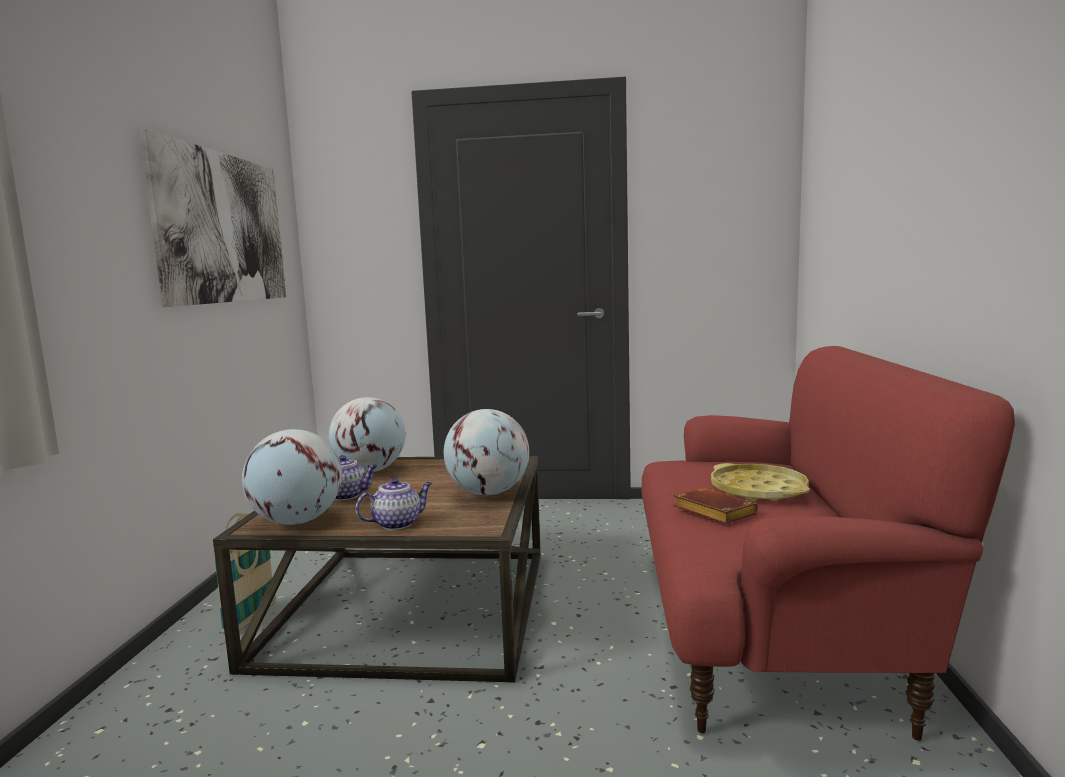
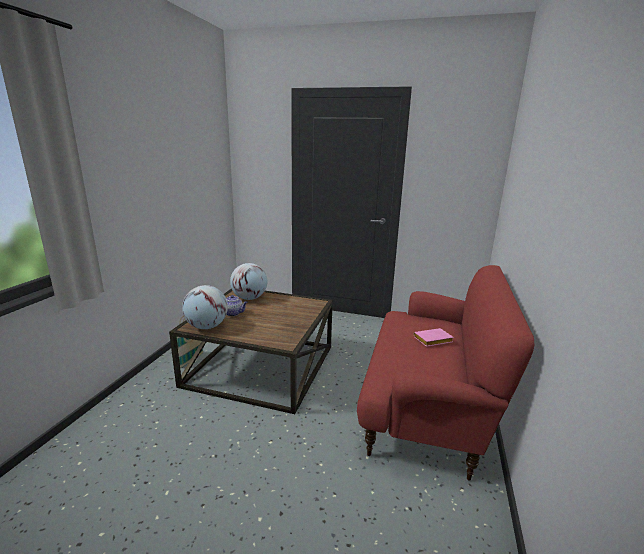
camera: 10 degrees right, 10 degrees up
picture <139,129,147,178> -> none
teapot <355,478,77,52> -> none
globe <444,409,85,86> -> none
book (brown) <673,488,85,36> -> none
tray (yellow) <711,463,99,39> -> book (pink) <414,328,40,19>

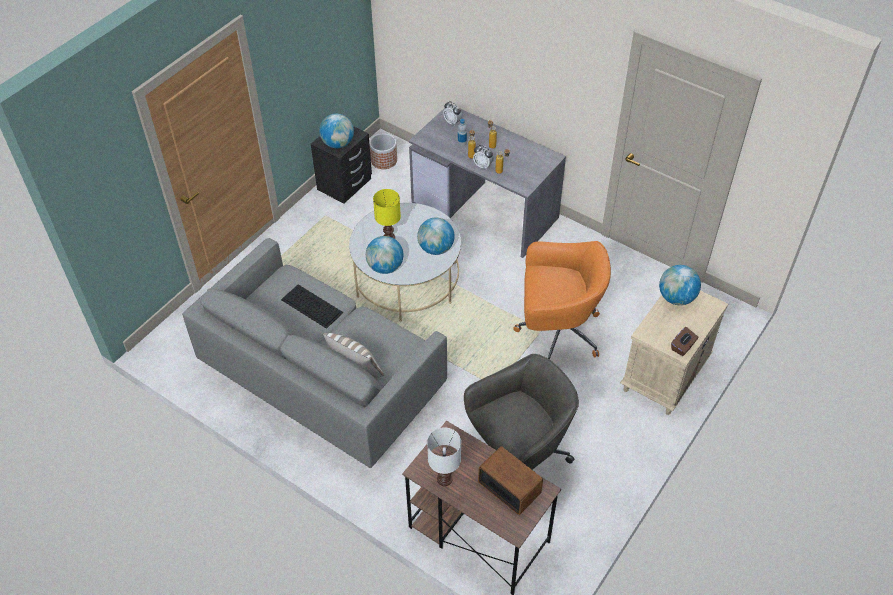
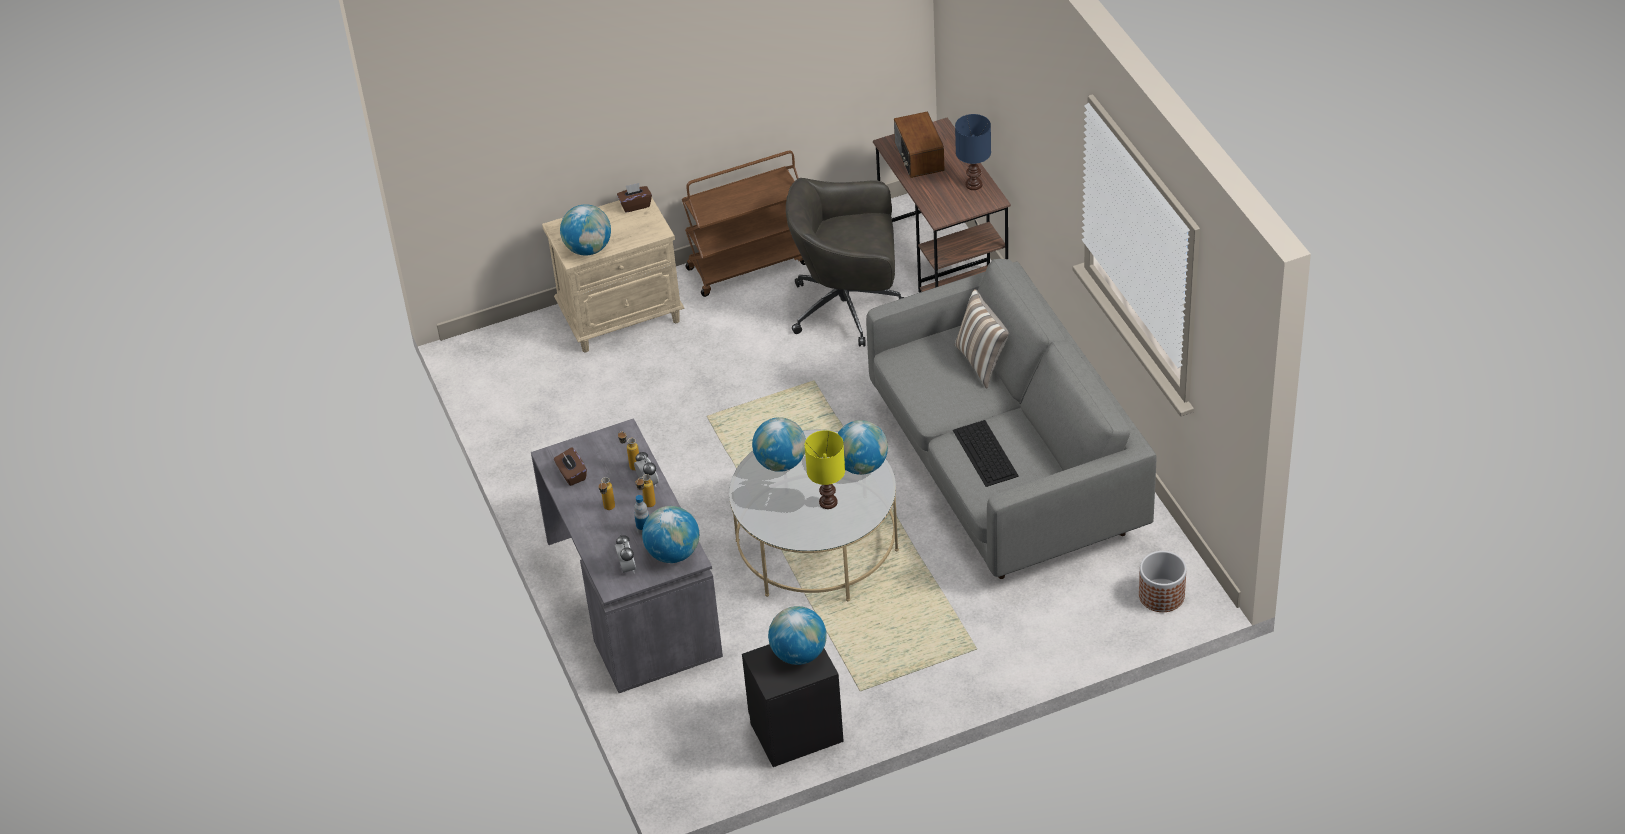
camera: 145 degrees left, 5 degrees down
office chair (orange) <513,241,98,118> -> none
none -> tissue box (brown) <554,447,33,39>
none -> globe <642,506,57,57>
none -> cart (brown) <682,151,124,146>
planter <369,133,28,36> -> planter <1139,551,47,61>, moved
table lamp (white) <427,427,34,59> -> table lamp (blue) <955,114,36,76>

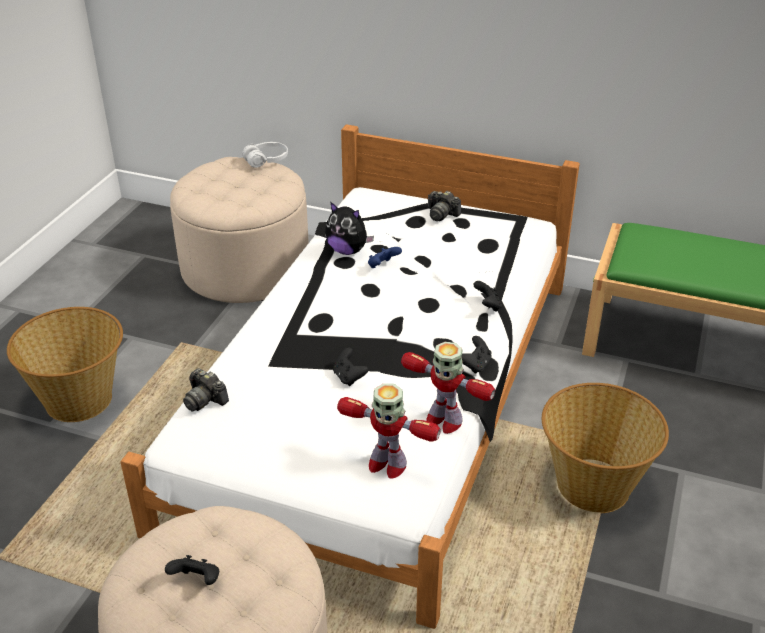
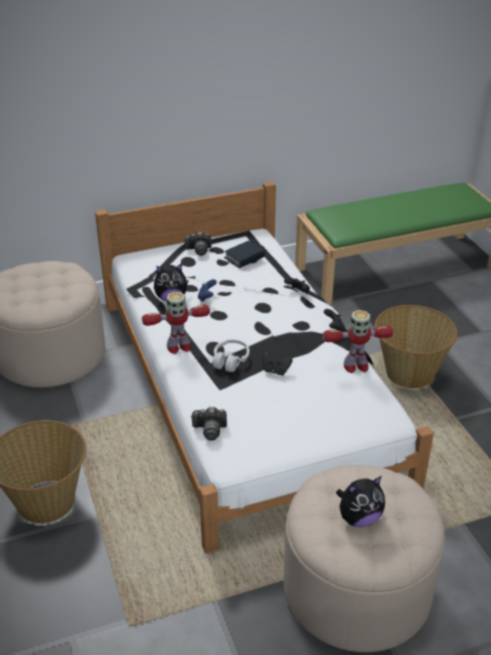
camera: 40 degrees left, 0 degrees up
none -> book <224,241,41,27>
headphones (white) <242,142,46,26> -> headphones (white) <212,339,37,33>, moved
toy robot <337,384,104,95> -> toy robot <142,292,68,62>, moved
game controller (black) <165,555,54,30> -> plush toy <336,476,49,51>

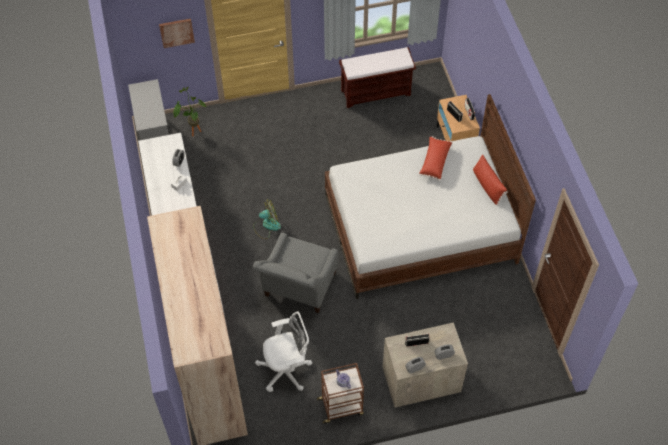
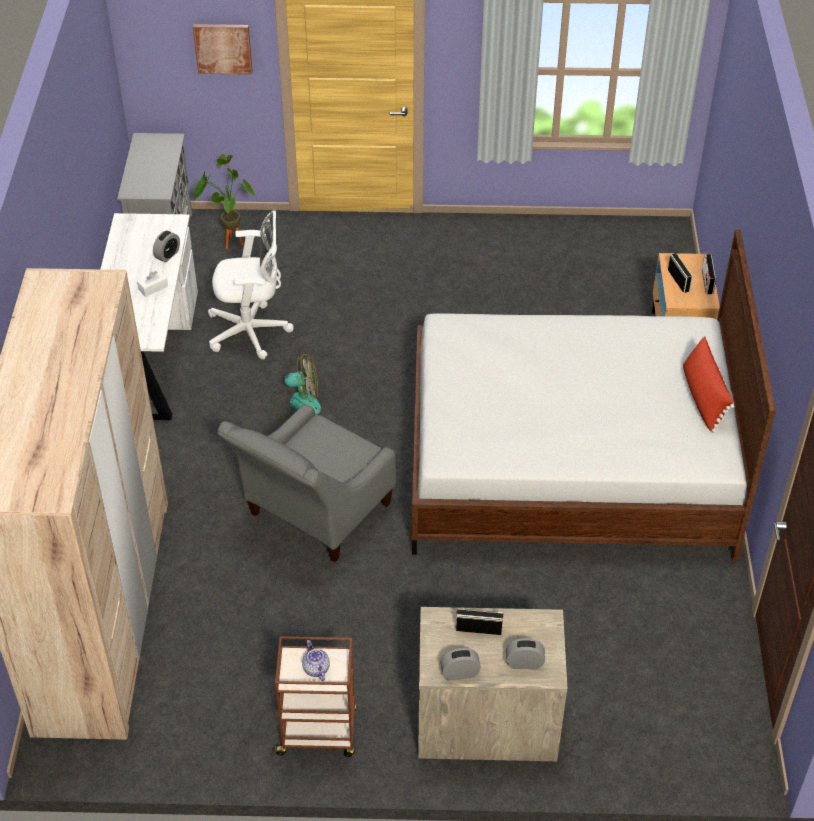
camera: 15 degrees right, 10 degrees down
bench (brown) <339,47,77,61> -> none
pillow (red) <419,136,33,45> -> none
office chair (white) <255,311,57,81> -> office chair (white) <208,210,86,150>, moved

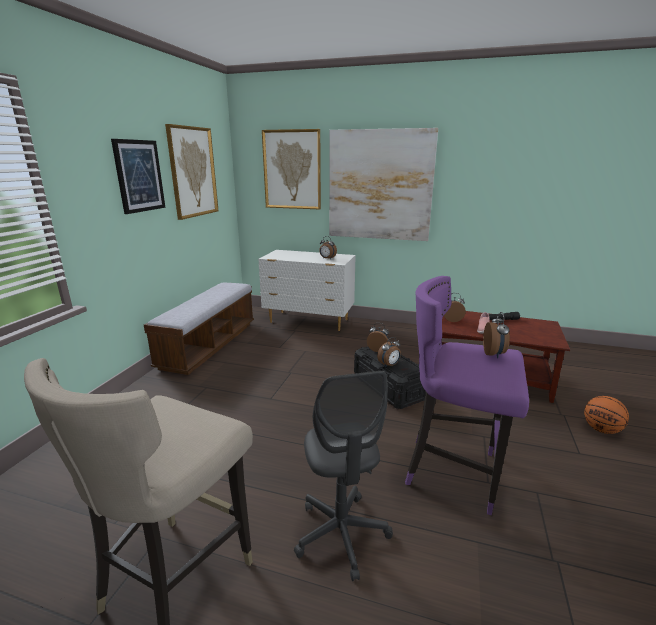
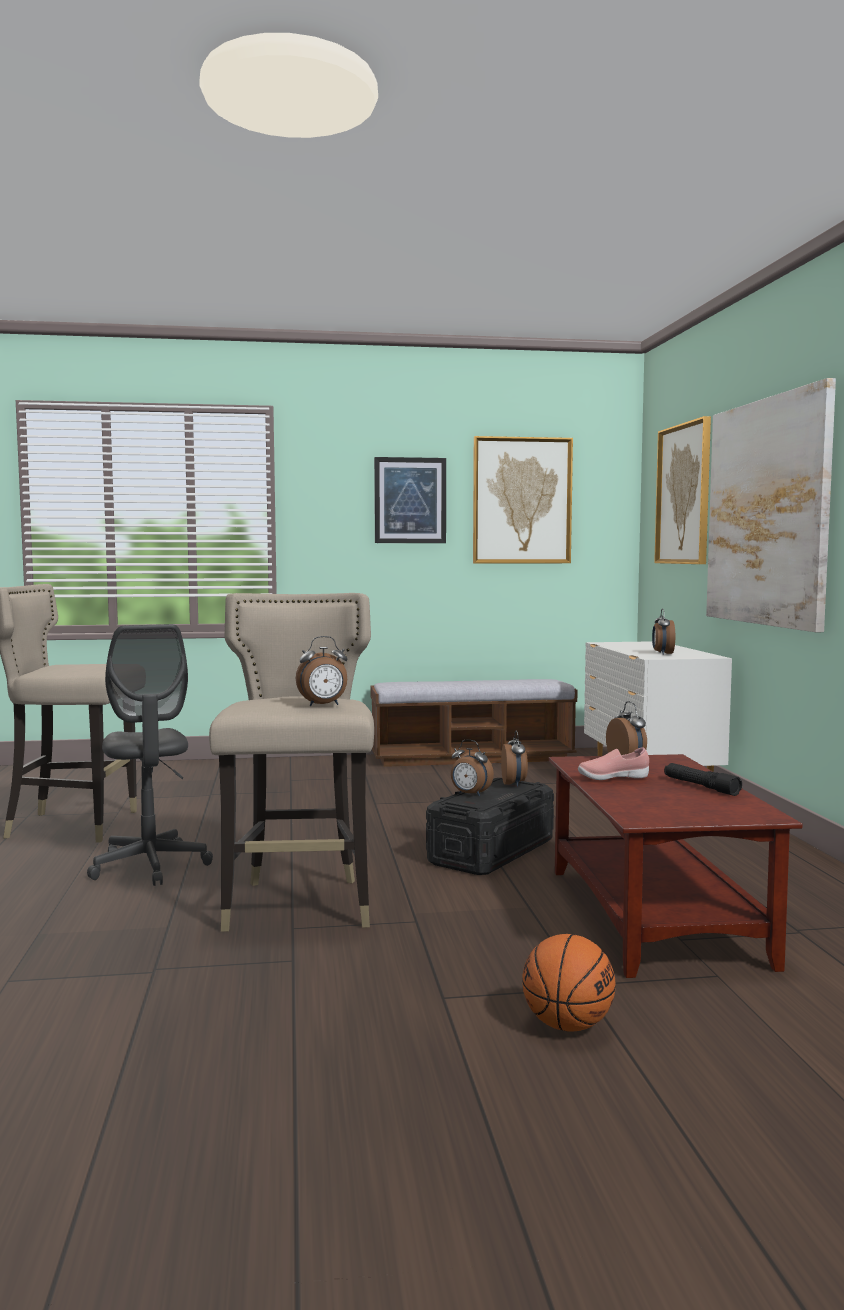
camera: 65 degrees right, 15 degrees down
stool (purple) <405,276,124,239> -> stool (beige) <209,593,165,339>
office chair (grey) <294,371,99,210> -> office chair (grey) <87,624,126,262>, 75 degrees counterclockwise

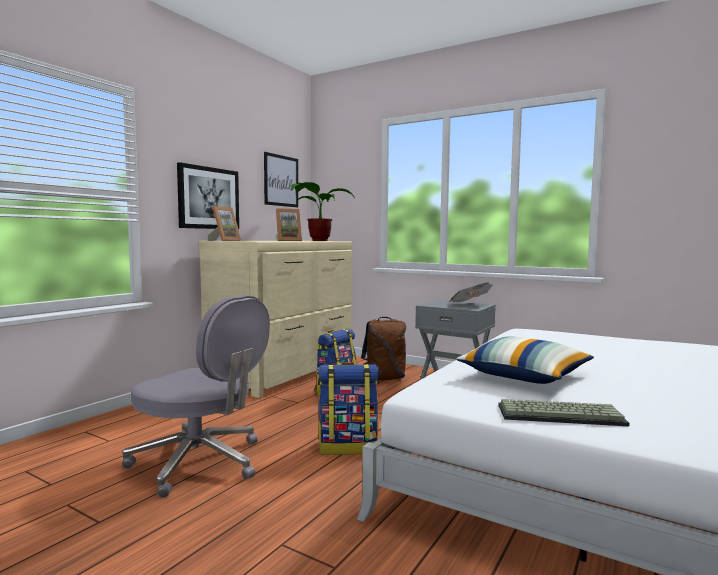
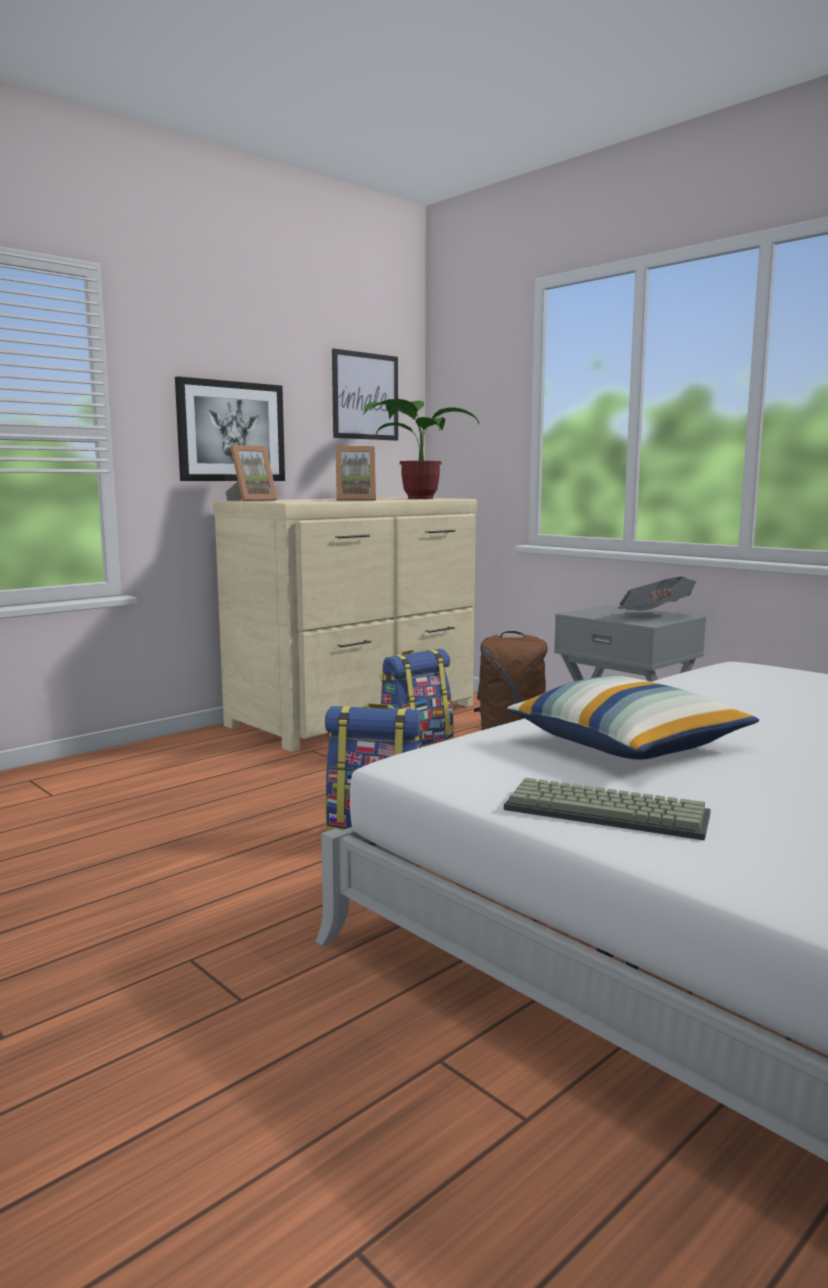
camera: 15 degrees right, 5 degrees up
office chair (grey) <122,295,148,203> -> none

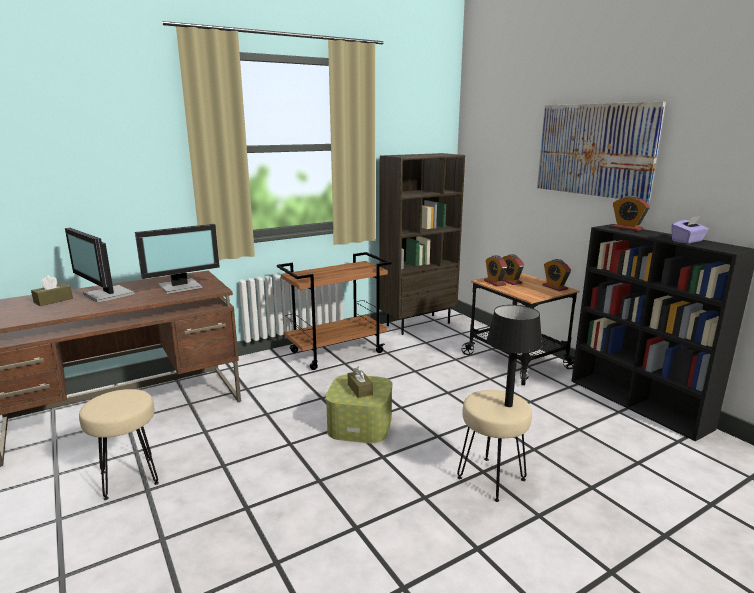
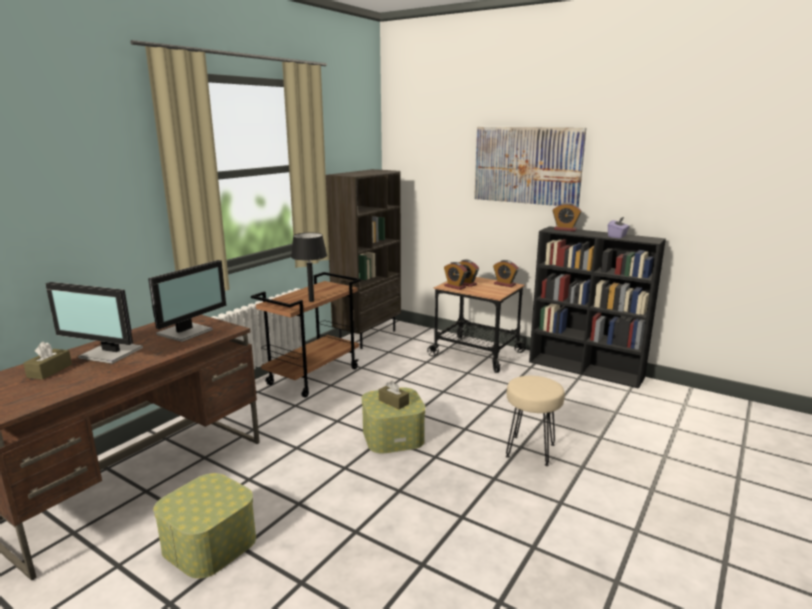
camera: 25 degrees left, 0 degrees up
table lamp (black) <487,305,56,102> -> table lamp (black) <291,233,36,69>, moved
stool (beige) <79,389,80,111> -> storage box <153,473,103,106>

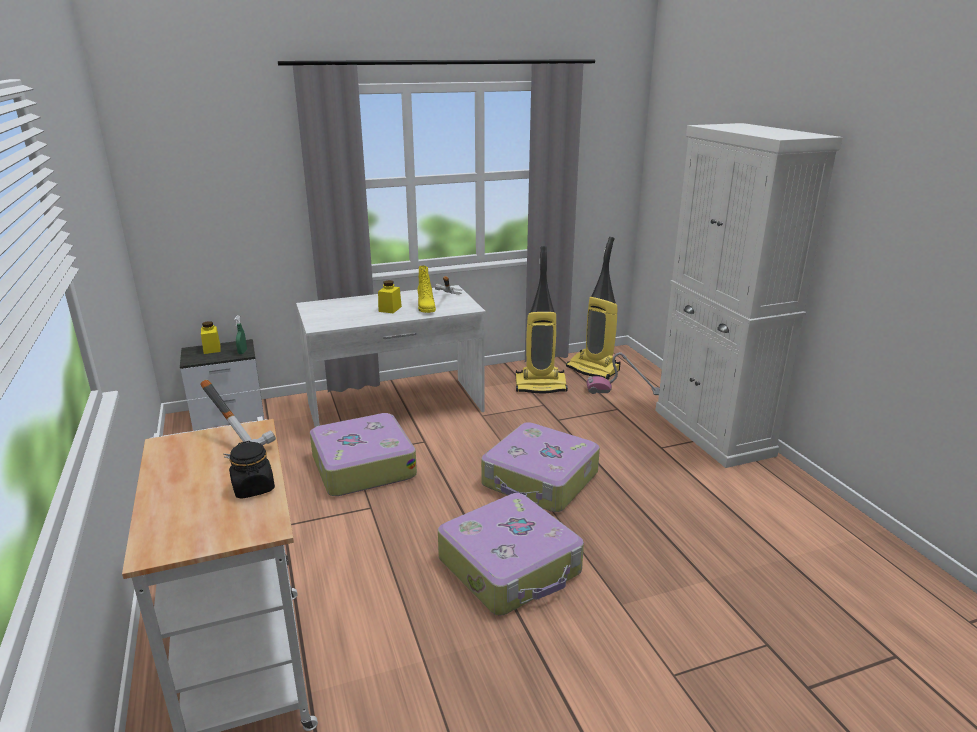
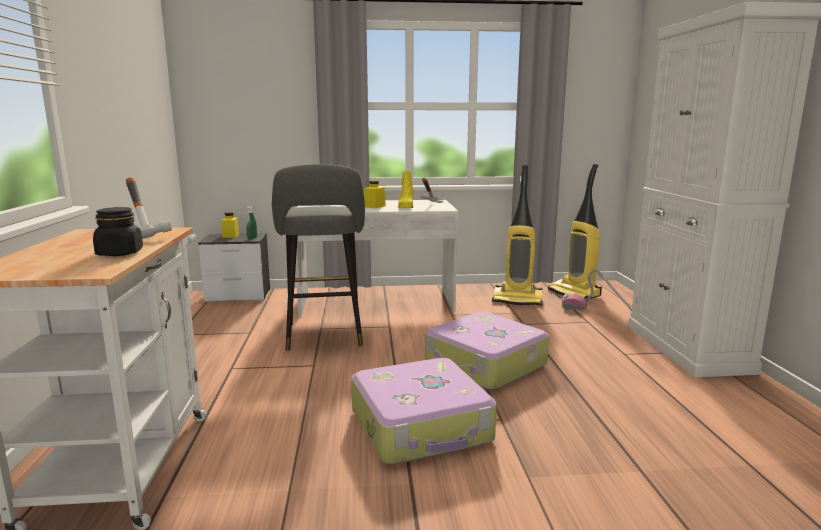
camera: 15 degrees right, 10 degrees down
suitcase <310,413,107,83> -> stool (grey) <272,164,93,187>

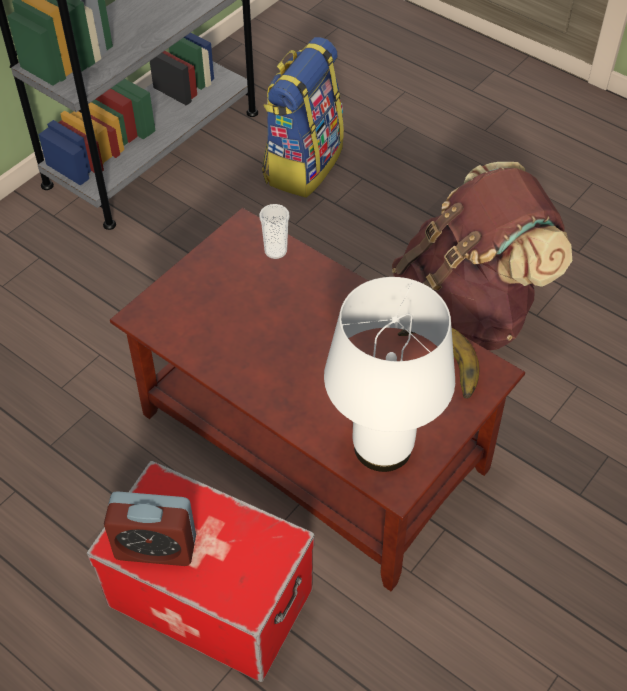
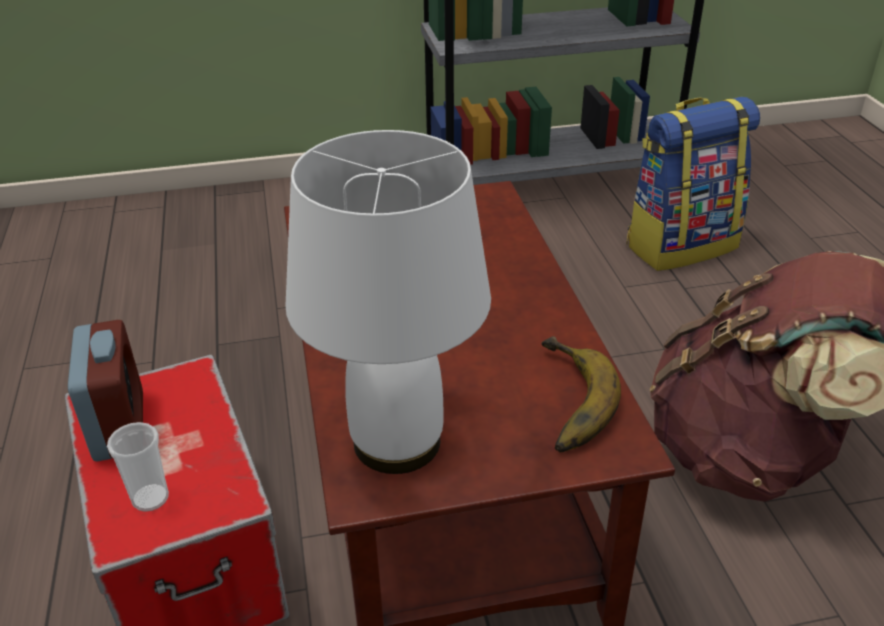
camera: 40 degrees right, 15 degrees down
cup <259,204,30,55> -> cup <107,422,62,90>, moved
alarm clock <104,491,92,75> -> alarm clock <68,320,75,141>, 150 degrees counterclockwise

